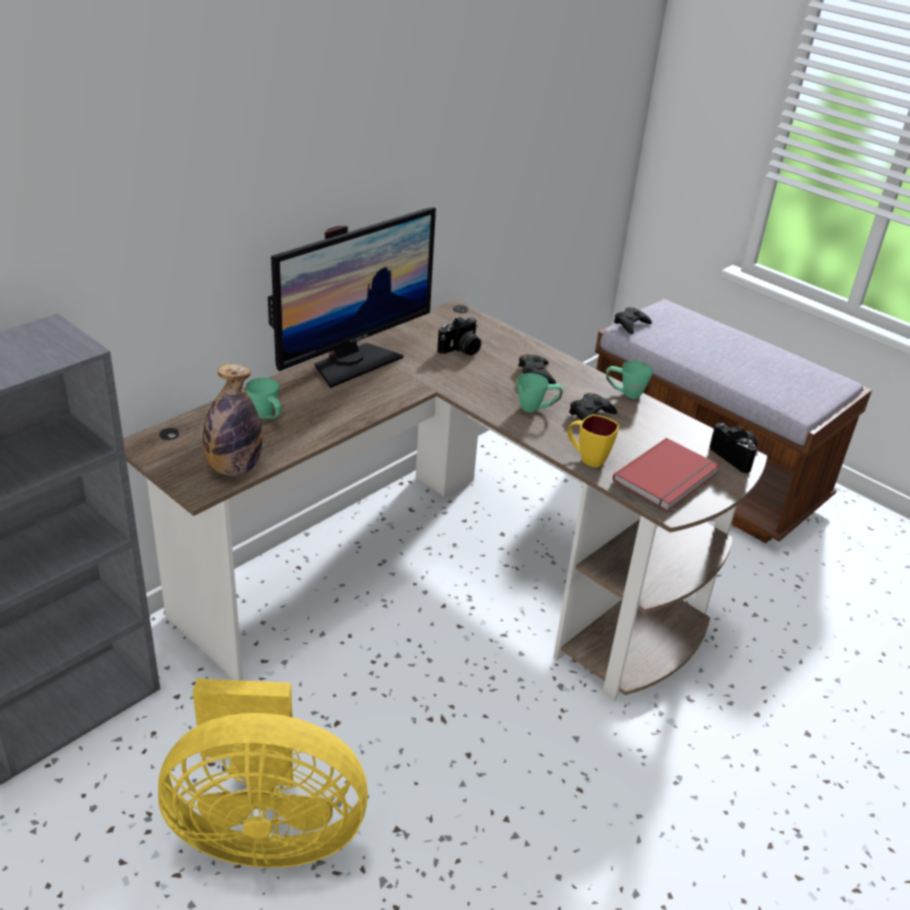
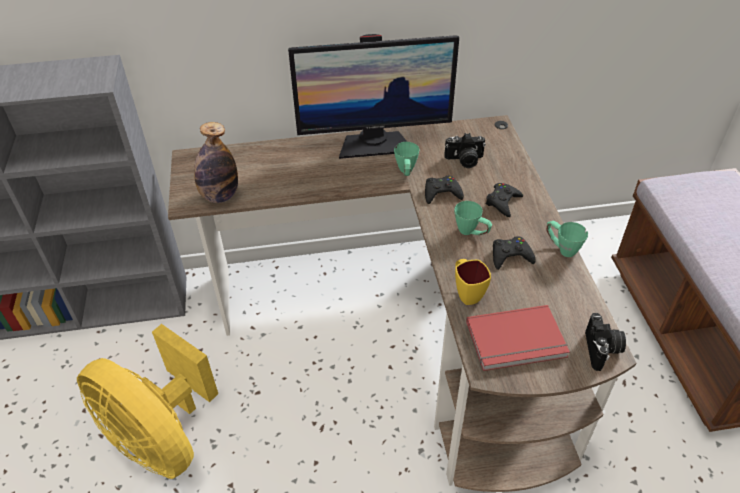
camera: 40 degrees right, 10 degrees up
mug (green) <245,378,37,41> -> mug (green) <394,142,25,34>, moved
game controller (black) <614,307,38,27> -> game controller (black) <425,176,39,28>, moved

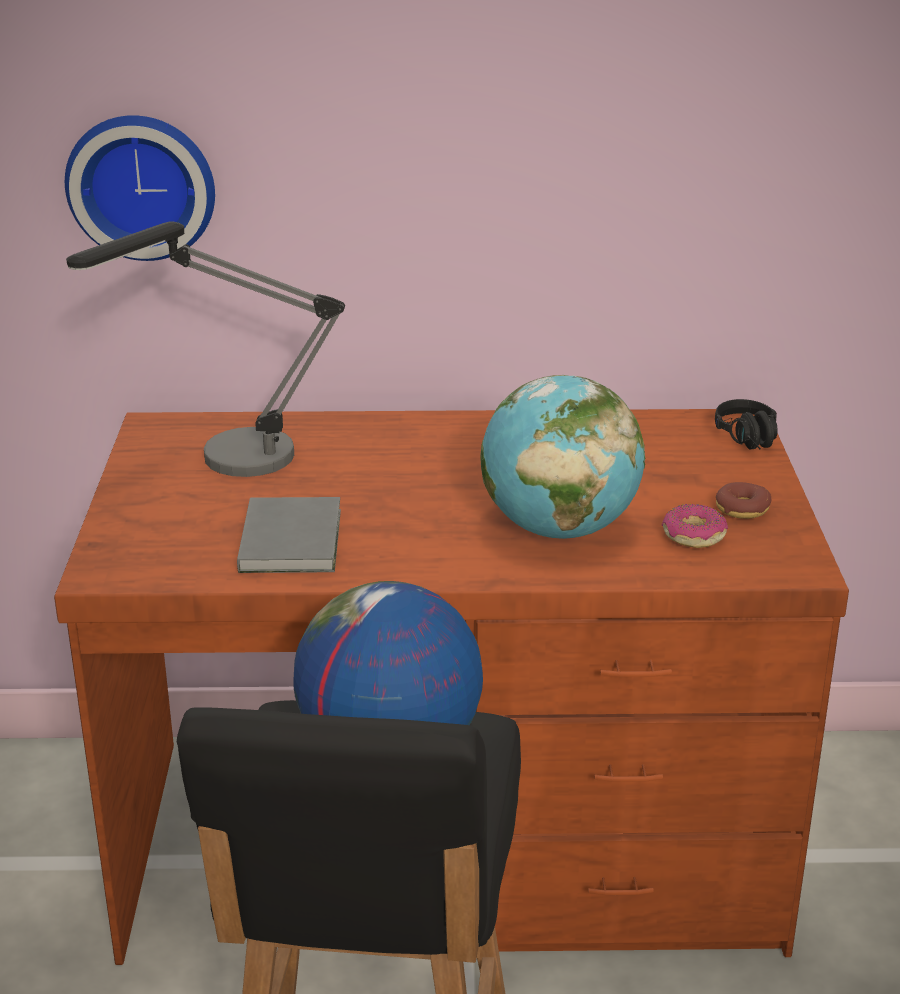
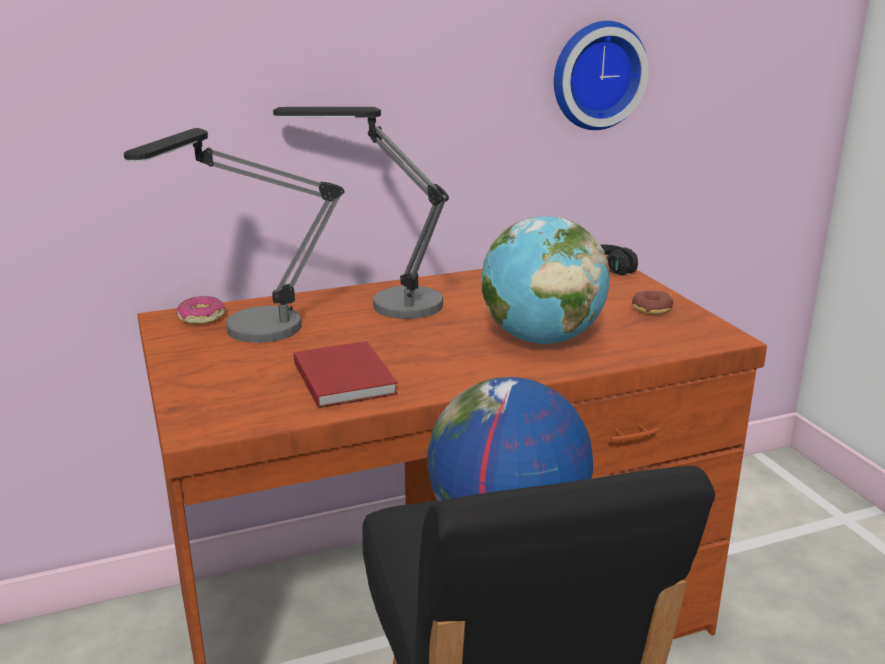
camera: 20 degrees left, 5 degrees down
none -> table lamp <273,107,176,212>
wall clock <65,115,150,146> -> wall clock <554,21,95,109>, moved
donut <662,504,66,44> -> donut <176,296,49,28>, moved
book (grey) <237,497,104,76> -> book (red) <294,341,104,67>

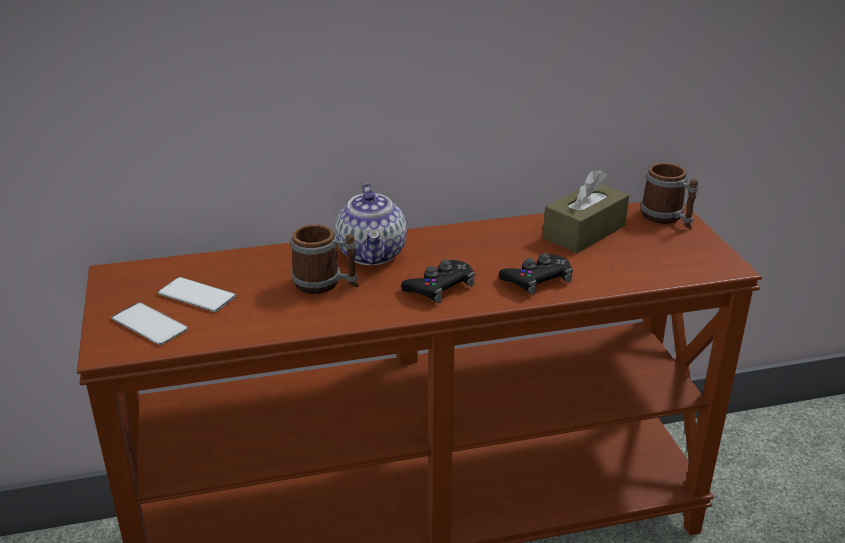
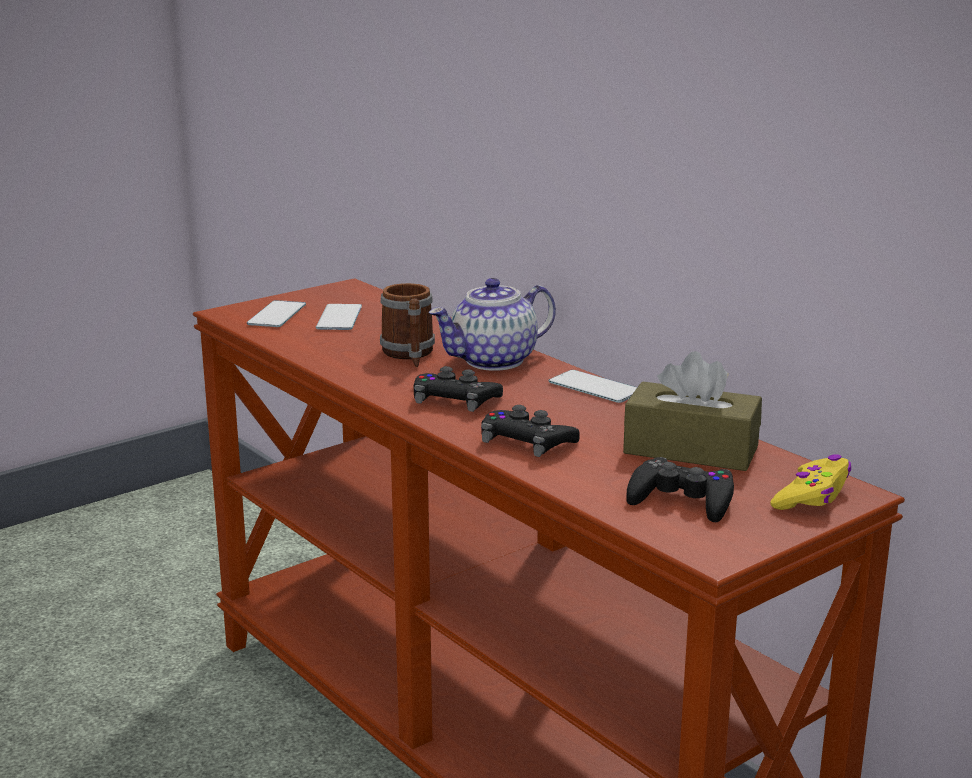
camera: 65 degrees right, 10 degrees down
none -> phone <549,370,88,33>
none -> game controller (black) <626,457,108,65>
mug <640,163,58,67> -> game controller (yellow) <771,454,80,56>

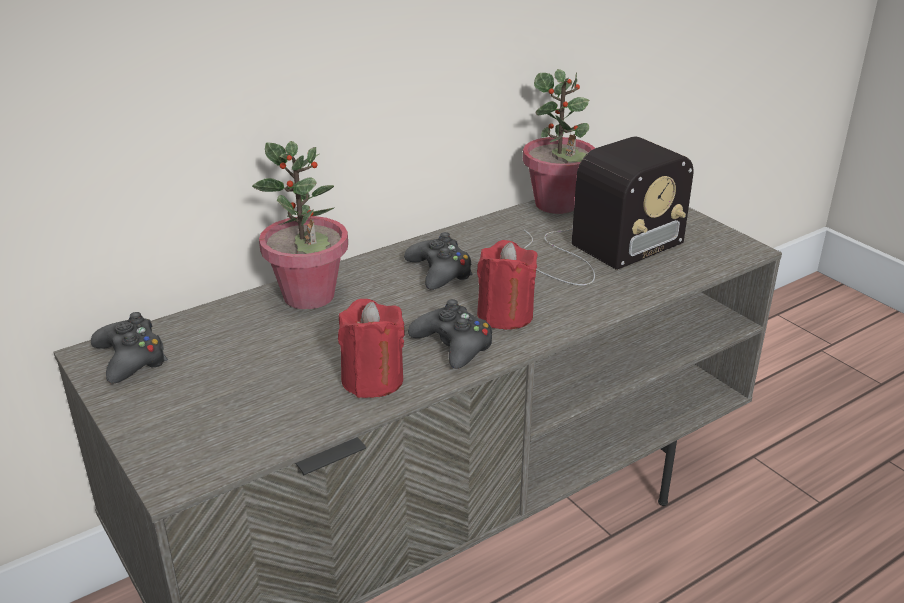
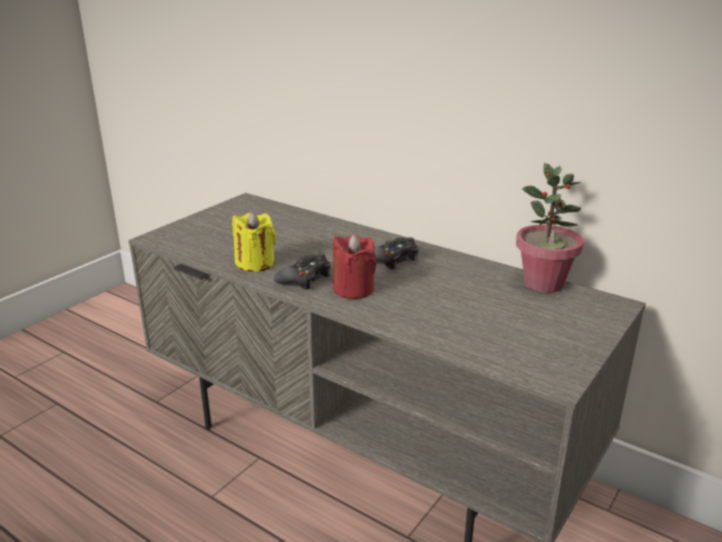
camera: 70 degrees right, 5 degrees down
game controller (black) <91,312,77,72> -> none
potted plant <252,141,96,168> -> none
radio <523,136,171,150> -> none
candle (red) <338,299,67,99> -> candle (yellow) <232,211,44,61>

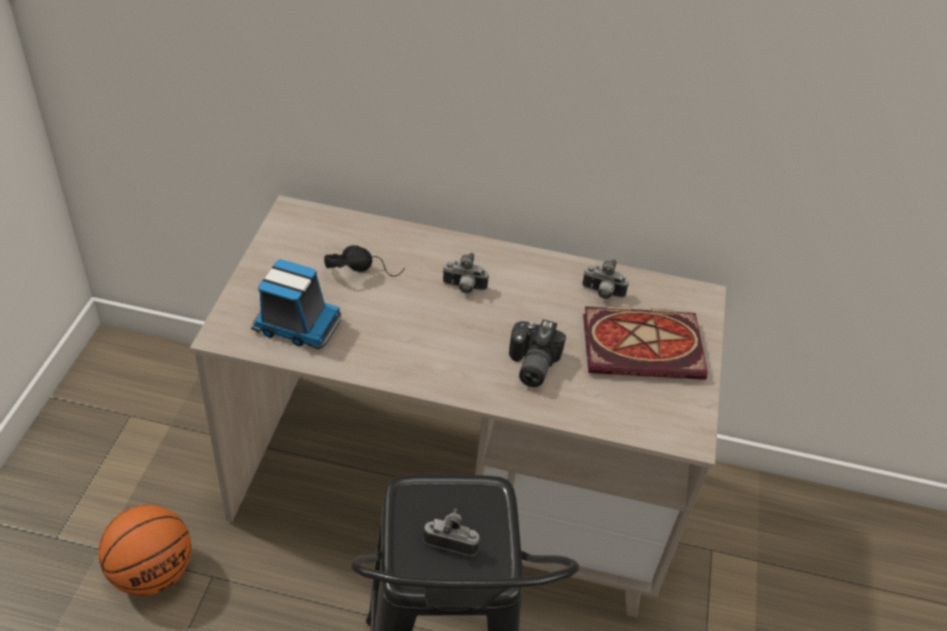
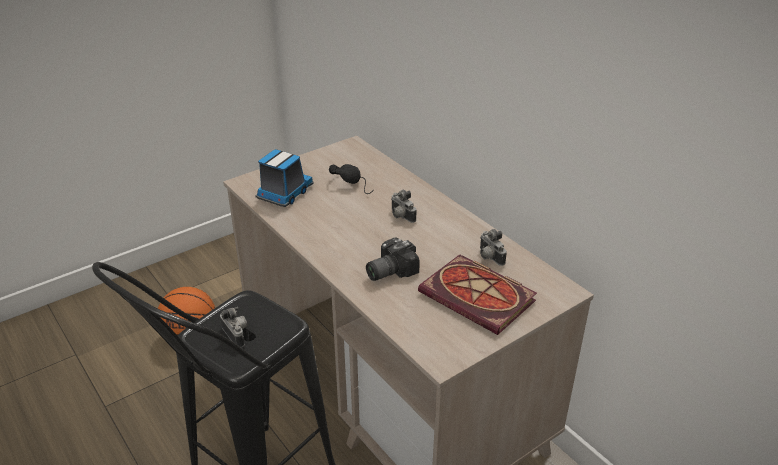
camera: 45 degrees right, 10 degrees down
toy truck <251,259,90,90> -> toy truck <255,149,59,58>, 120 degrees counterclockwise

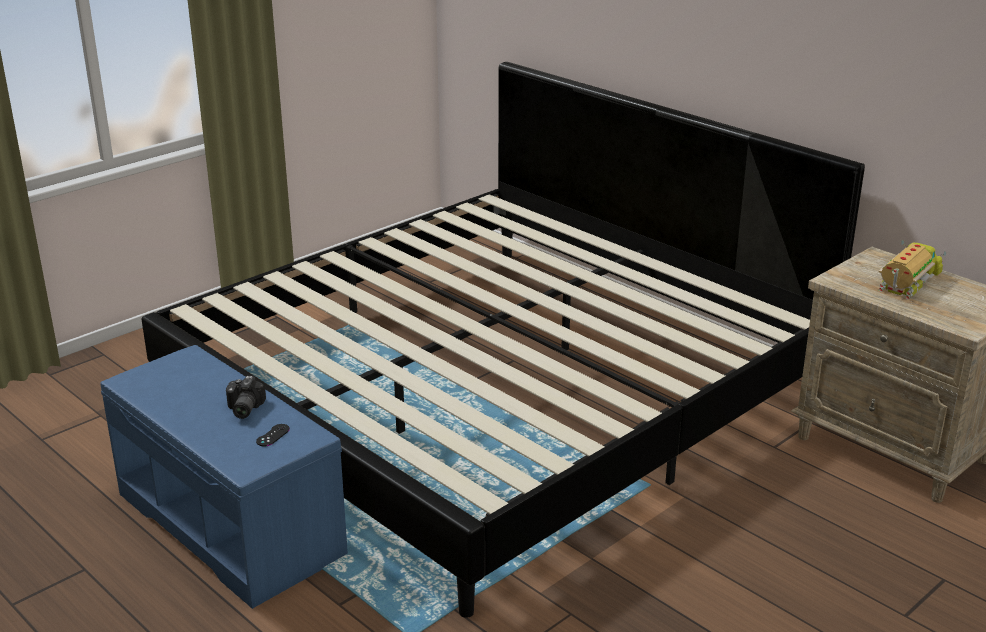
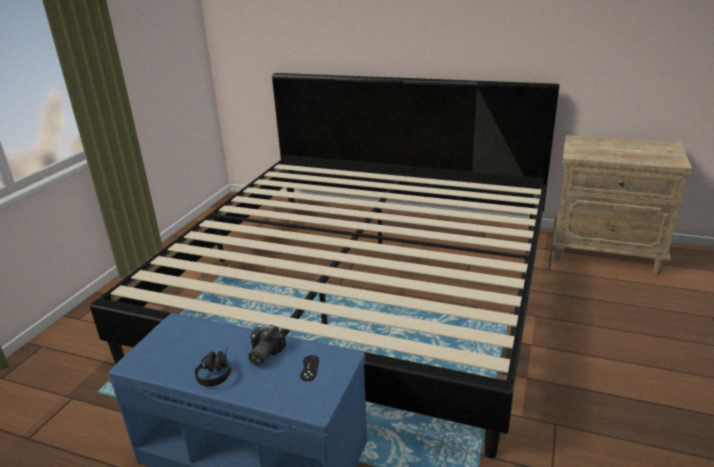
camera: 25 degrees left, 0 degrees up
toy truck <879,240,67,59> -> none
none -> headphones (black) <195,348,36,39>
photo camera <226,376,40,43> -> photo camera <248,325,38,41>, 45 degrees clockwise

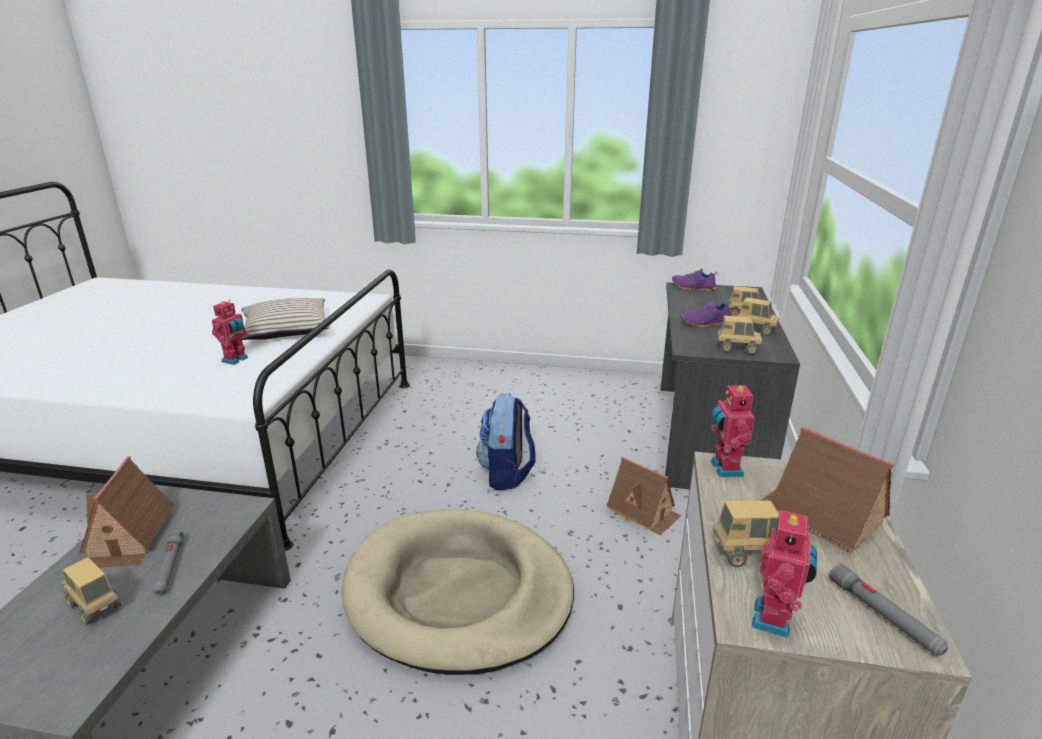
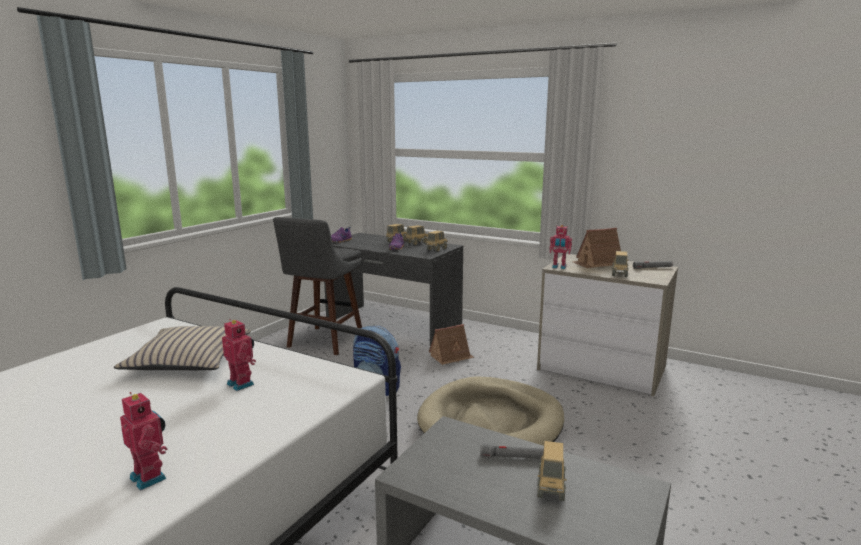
camera: 70 degrees left, 10 degrees down
toy house <79,456,95,112> -> none
none -> stool (grey) <273,217,90,138>
toy robot <752,508,65,130> -> toy robot <120,392,47,99>, moved
toy truck <60,557,61,68> -> toy truck <537,441,30,60>, 45 degrees counterclockwise

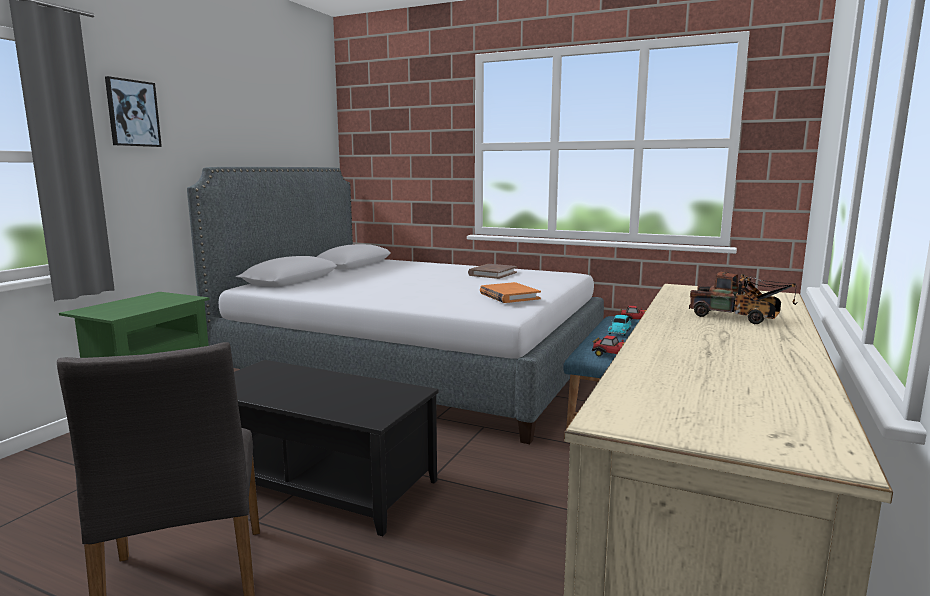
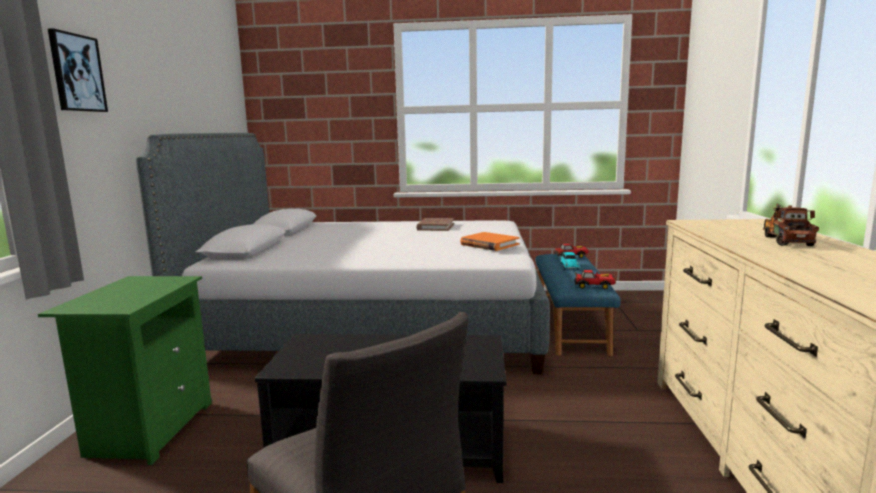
camera: 20 degrees left, 0 degrees up
toy truck <689,272,108,52> -> toy truck <763,204,56,42>, 90 degrees counterclockwise

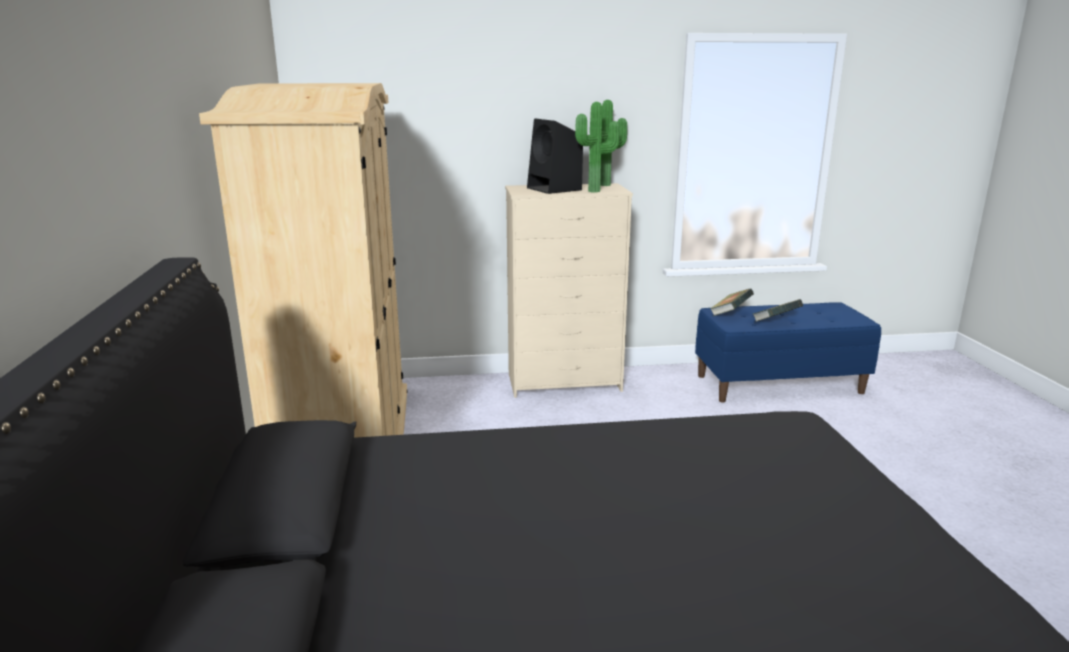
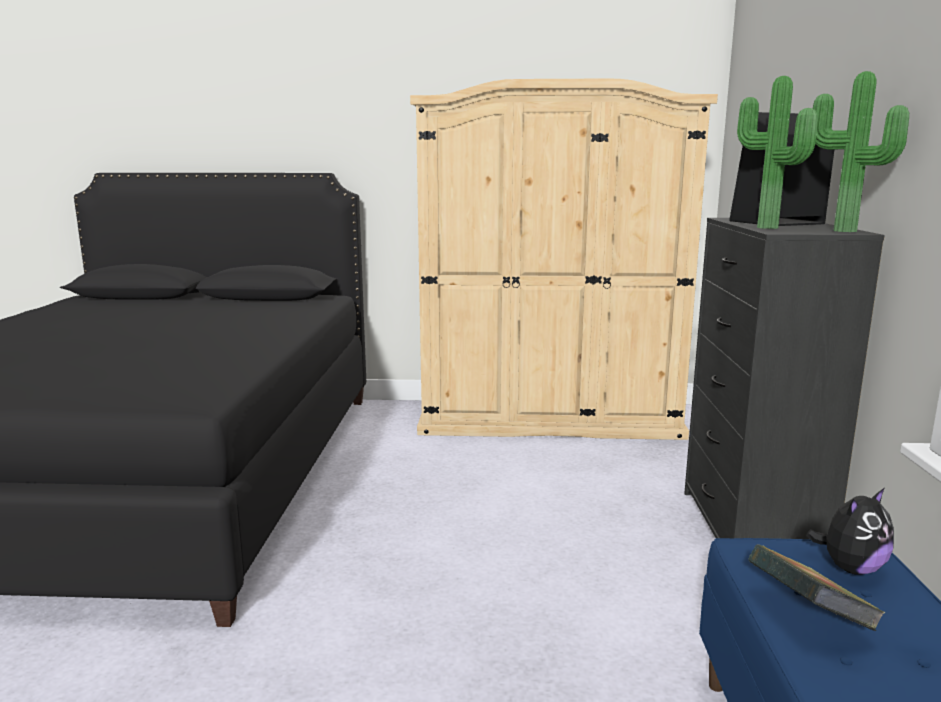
camera: 100 degrees right, 5 degrees down
book <710,288,44,28> -> plush toy <806,488,88,87>
dresser (beige) <505,183,128,215> -> dresser (black) <684,218,201,321>

